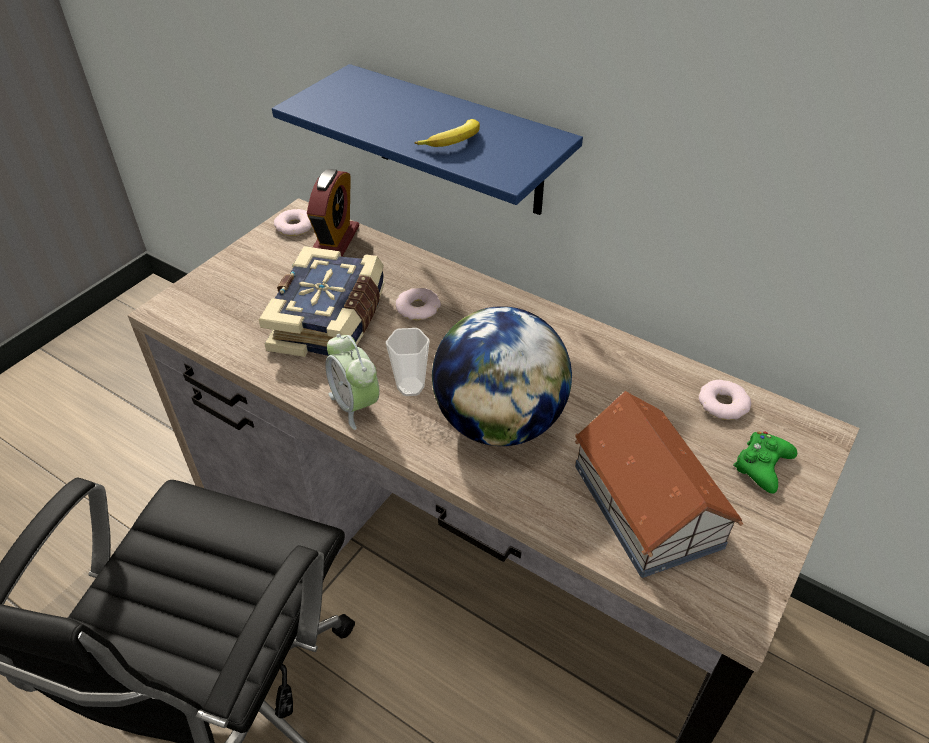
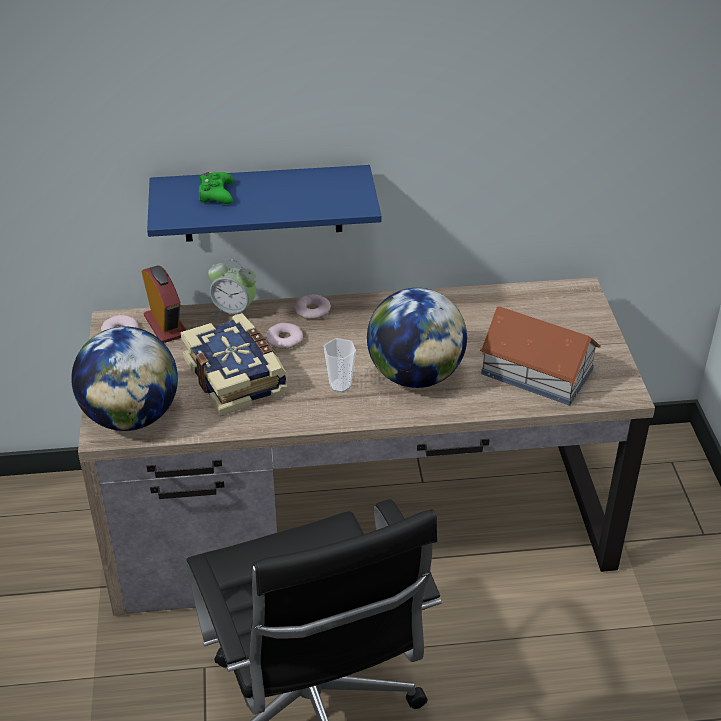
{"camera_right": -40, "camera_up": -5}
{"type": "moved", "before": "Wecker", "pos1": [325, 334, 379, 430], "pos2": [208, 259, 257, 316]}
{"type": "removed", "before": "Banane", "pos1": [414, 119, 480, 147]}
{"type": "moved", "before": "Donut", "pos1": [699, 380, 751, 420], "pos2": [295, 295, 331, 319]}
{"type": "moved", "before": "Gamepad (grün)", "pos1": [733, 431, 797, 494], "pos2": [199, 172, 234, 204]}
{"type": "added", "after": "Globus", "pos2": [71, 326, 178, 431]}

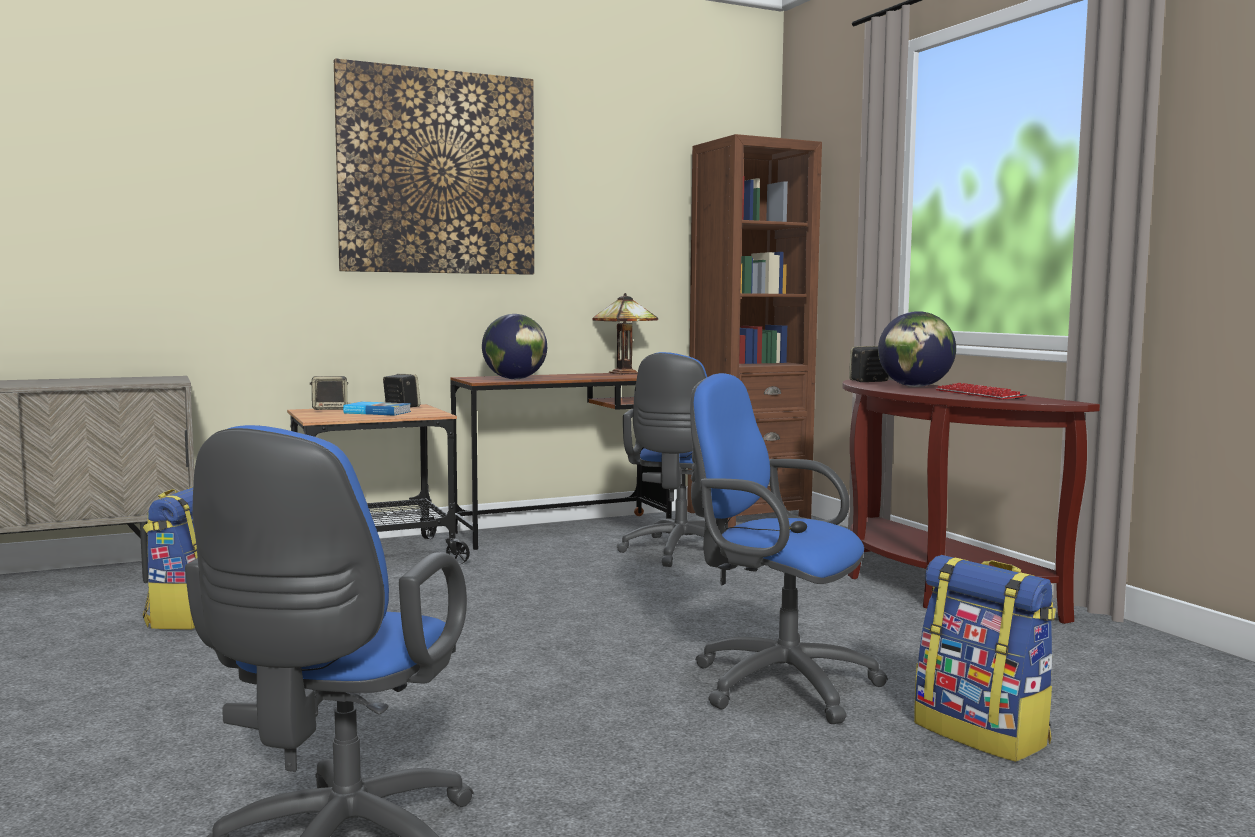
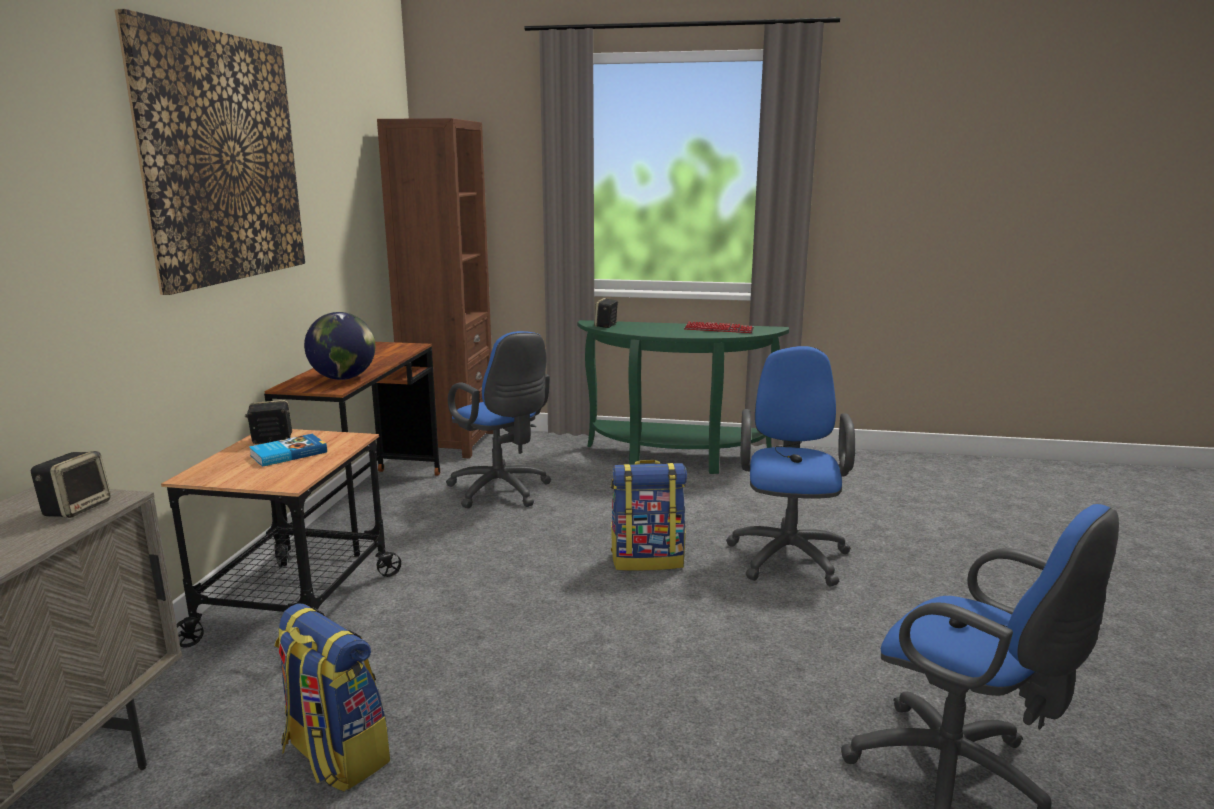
{"camera_right": -55, "camera_up": 10}
{"type": "moved", "before": "Lautsprecher", "pos1": [310, 376, 349, 410], "pos2": [31, 451, 111, 518]}
{"type": "removed", "before": "Tischlampe", "pos1": [592, 293, 658, 374]}
{"type": "turned", "before": "Bürostuhl (blau)", "pos1": [690, 373, 888, 724], "pos2": [726, 346, 855, 586], "turn": 120}
{"type": "recoloured", "before": "Konsolentisch (braun)", "after": "Konsolentisch (grün)", "pos1": [842, 379, 1100, 624], "pos2": [577, 320, 789, 474]}
{"type": "removed", "before": "Globus", "pos1": [878, 311, 956, 387]}
{"type": "moved", "before": "Rucksack", "pos1": [914, 555, 1056, 762], "pos2": [611, 460, 687, 571]}

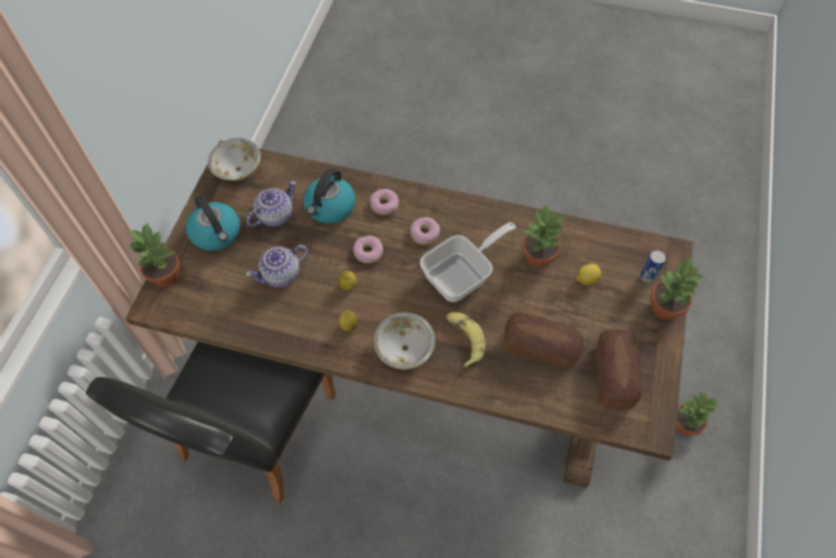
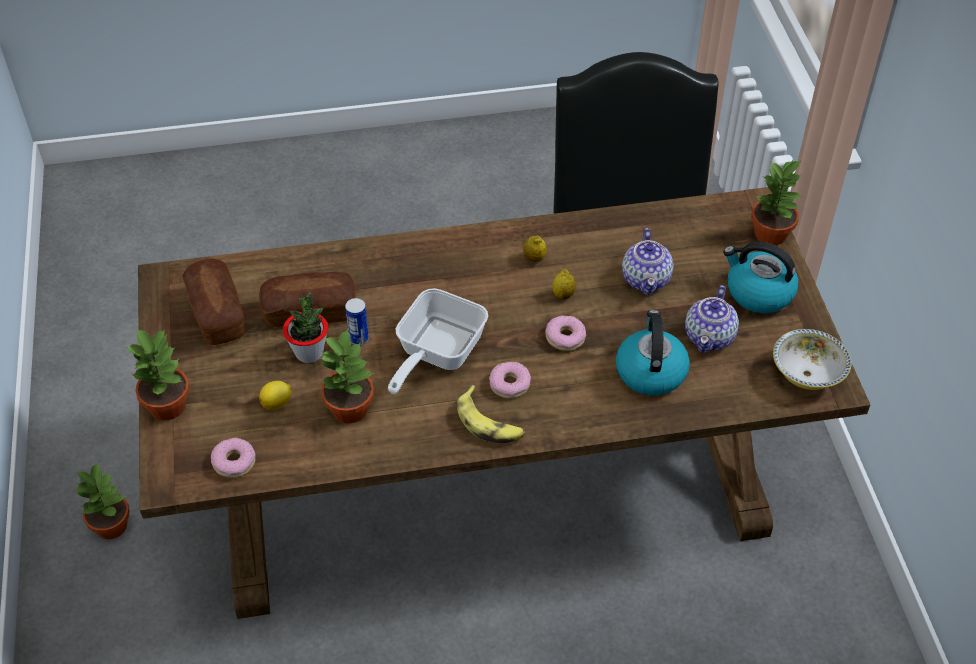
{"camera_right": 155, "camera_up": -10}
{"type": "turned", "before": "Teekanne", "pos1": [246, 245, 308, 288], "pos2": [622, 228, 674, 295], "turn": 150}
{"type": "moved", "before": "Donut", "pos1": [370, 189, 399, 215], "pos2": [211, 438, 256, 478]}
{"type": "removed", "before": "Schüssel", "pos1": [374, 313, 435, 369]}
{"type": "moved", "before": "Banane", "pos1": [446, 312, 485, 368], "pos2": [457, 385, 525, 443]}
{"type": "moved", "before": "Dose", "pos1": [640, 250, 666, 283], "pos2": [345, 298, 369, 346]}
{"type": "added", "after": "Topfpflanze", "pos2": [283, 292, 328, 363]}

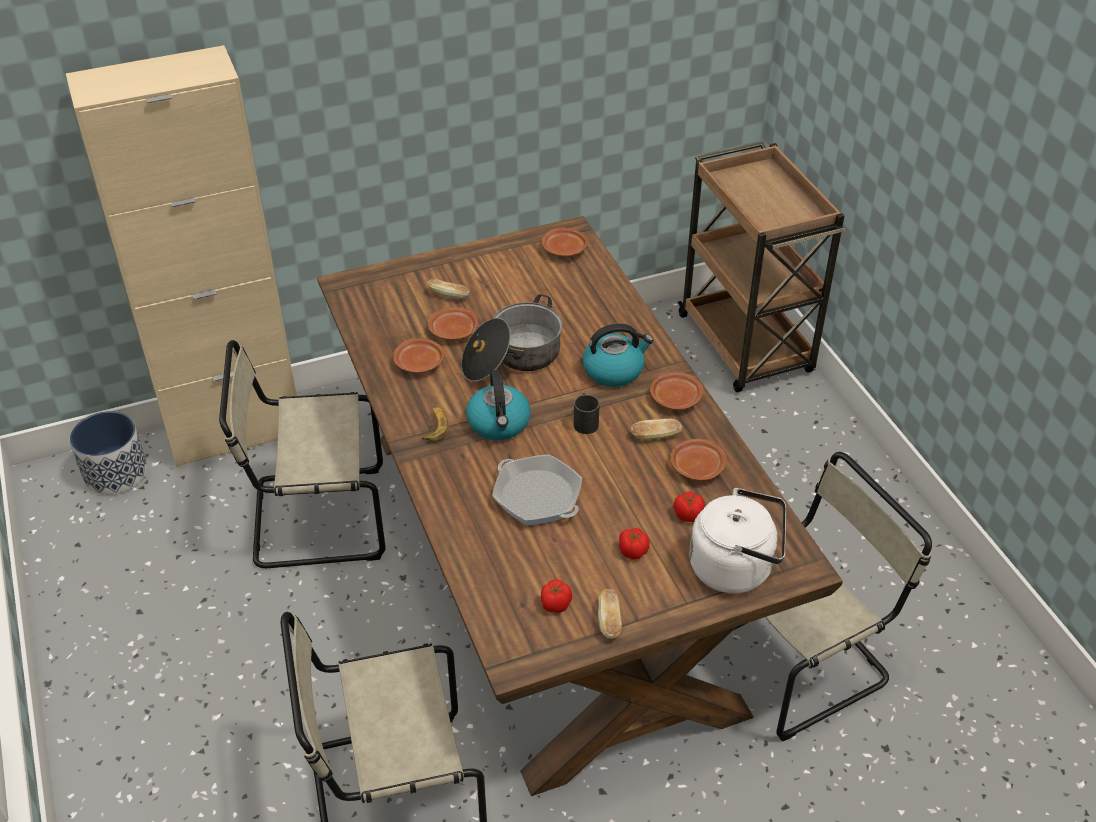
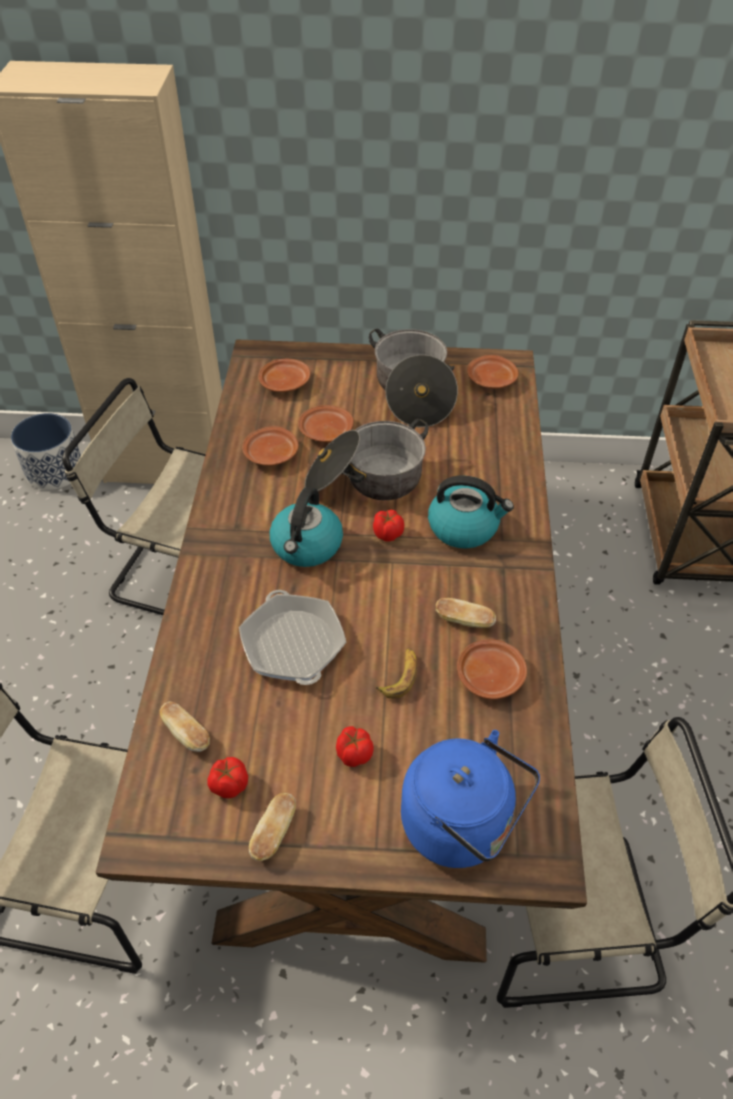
{"camera_right": 25, "camera_up": 5}
{"type": "moved", "before": "Banane", "pos1": [421, 407, 448, 442], "pos2": [376, 648, 417, 699]}
{"type": "moved", "before": "Brot", "pos1": [427, 279, 470, 299], "pos2": [160, 701, 210, 752]}
{"type": "removed", "before": "Henkelbecher (schwarz)", "pos1": [574, 393, 600, 434]}
{"type": "moved", "before": "Teller (braun)", "pos1": [650, 372, 703, 410], "pos2": [259, 359, 310, 392]}
{"type": "moved", "before": "Tomate", "pos1": [673, 491, 705, 522], "pos2": [373, 510, 404, 542]}
{"type": "recoloured", "before": "Wasserkessel (weiß)", "after": "Wasserkessel (blau)", "pos1": [689, 488, 786, 593], "pos2": [401, 730, 540, 868]}
{"type": "added", "after": "Kochtopf", "pos2": [369, 329, 458, 427]}

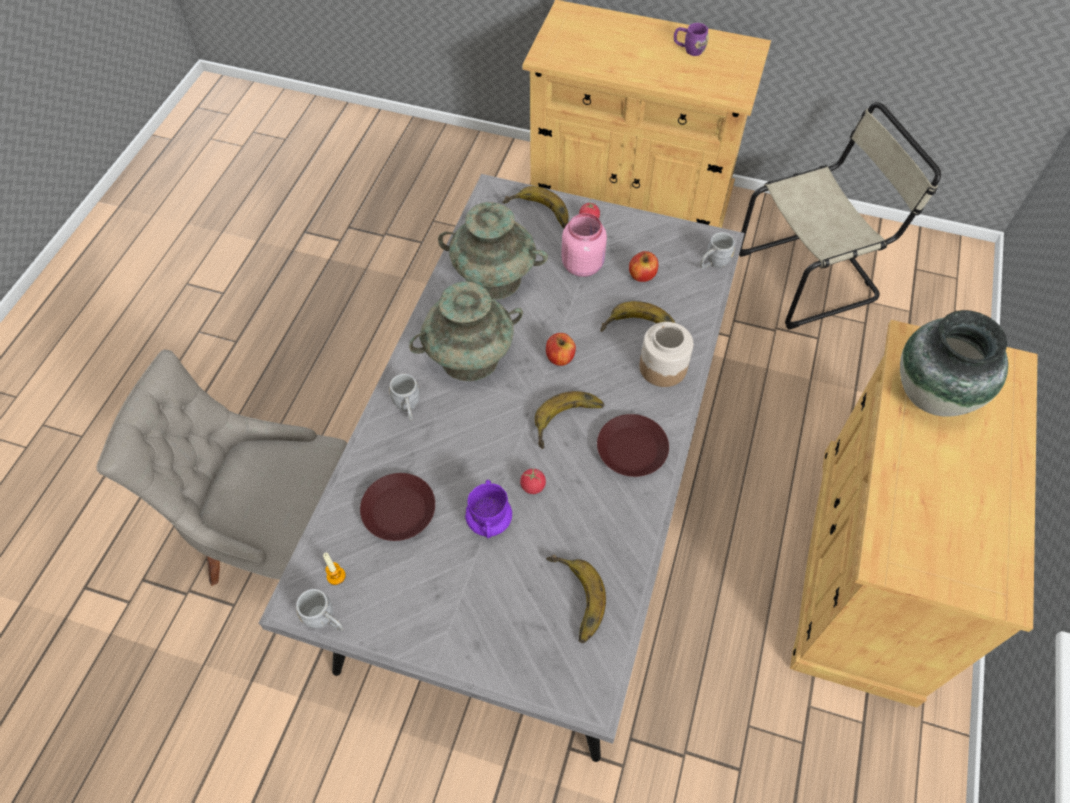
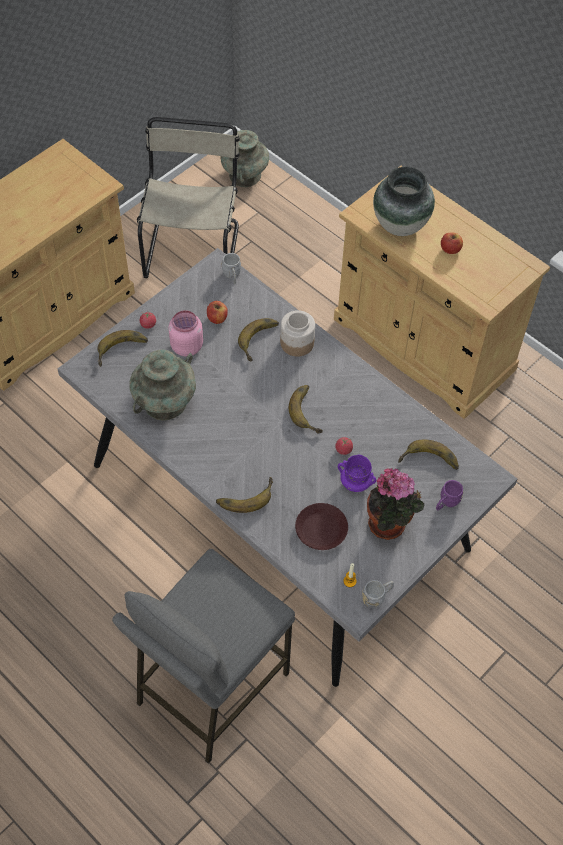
{"camera_right": -65, "camera_up": 0}
{"type": "replaced", "before": "Stuhl (grau)", "after": "Hocker (grau)", "pos1": [96, 349, 347, 586], "pos2": [112, 549, 295, 764]}
{"type": "replaced", "before": "Henkelbecher (grau)", "after": "Banane", "pos1": [390, 374, 420, 421], "pos2": [216, 477, 273, 513]}
{"type": "moved", "before": "Vase (türkis)", "pos1": [409, 281, 523, 381], "pos2": [220, 130, 269, 187]}
{"type": "moved", "before": "Apfel", "pos1": [546, 333, 576, 366], "pos2": [441, 232, 463, 254]}
{"type": "removed", "before": "Teller (braun)", "pos1": [597, 414, 669, 477]}
{"type": "moved", "before": "Henkelbecher (lila)", "pos1": [674, 23, 709, 56], "pos2": [436, 480, 463, 510]}
{"type": "added", "after": "Topfpflanze", "pos2": [367, 468, 425, 540]}

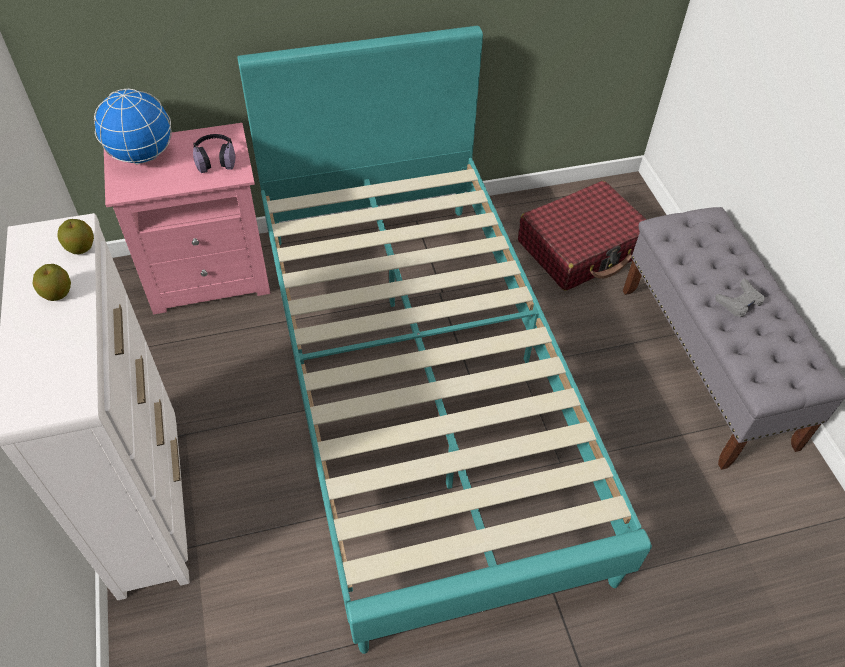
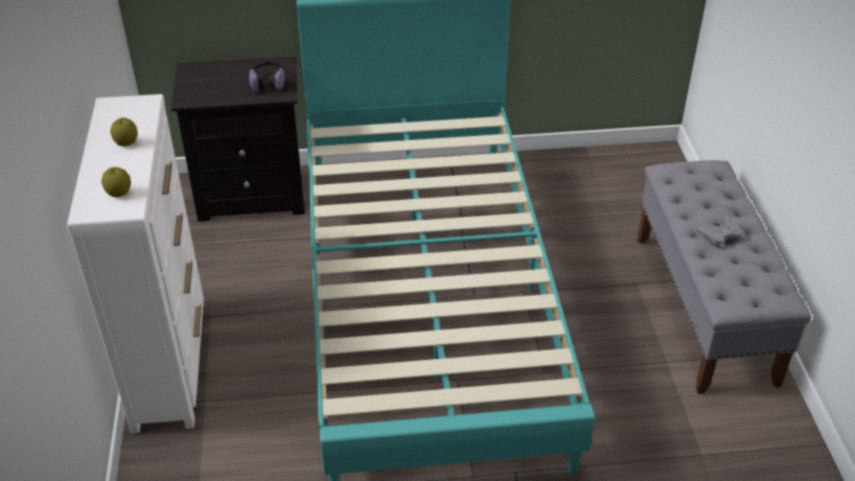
{"camera_right": 10, "camera_up": -10}
{"type": "moved", "before": "Apfel", "pos1": [57, 219, 94, 254], "pos2": [101, 167, 131, 197]}
{"type": "removed", "before": "Globus", "pos1": [94, 88, 172, 165]}
{"type": "recoloured", "before": "Nachttisch (rosa)", "after": "Nachttisch (schwarz)", "pos1": [104, 123, 271, 315], "pos2": [171, 56, 305, 221]}
{"type": "removed", "before": "Koffer (rot)", "pos1": [518, 181, 647, 291]}

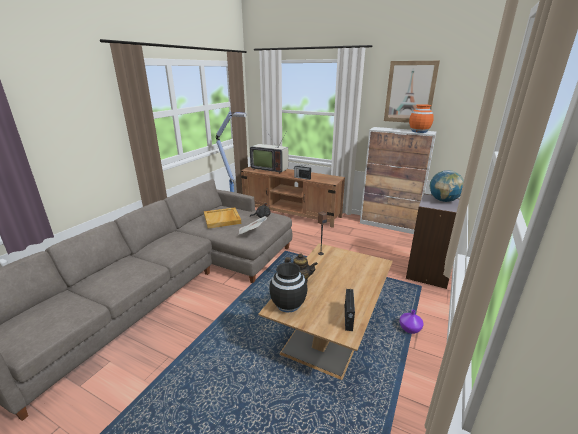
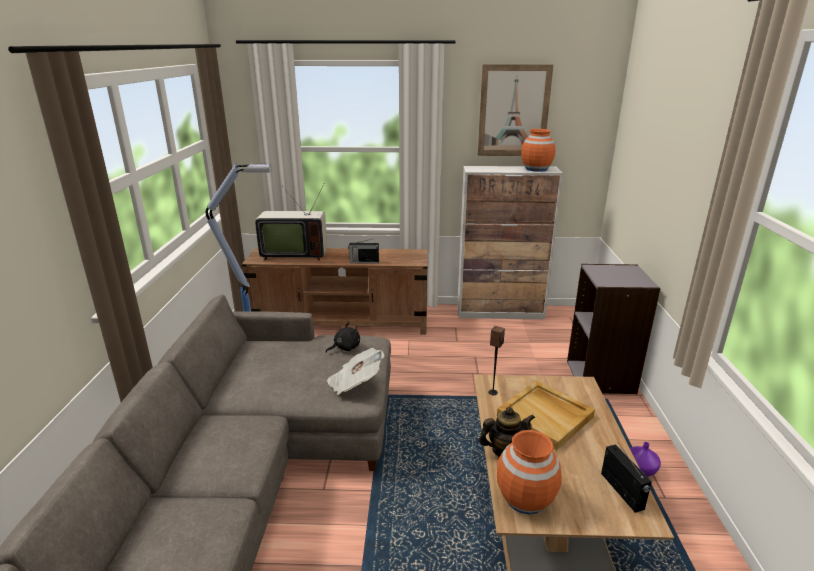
{"camera_right": -25, "camera_up": 0}
{"type": "moved", "before": "Tablett (beige)", "pos1": [204, 207, 241, 229], "pos2": [497, 381, 595, 450]}
{"type": "recoloured", "before": "Vase (schwarz)", "after": "Vase (orange)", "pos1": [269, 262, 307, 313], "pos2": [497, 430, 562, 515]}
{"type": "removed", "before": "Globus", "pos1": [430, 170, 464, 202]}

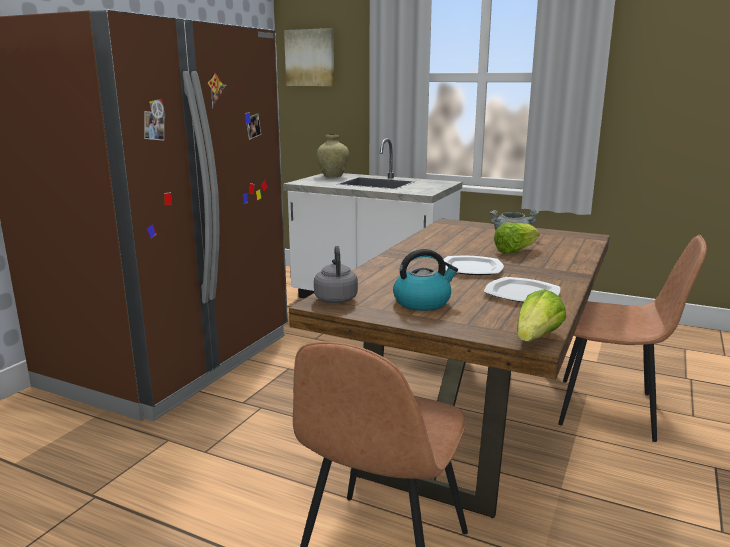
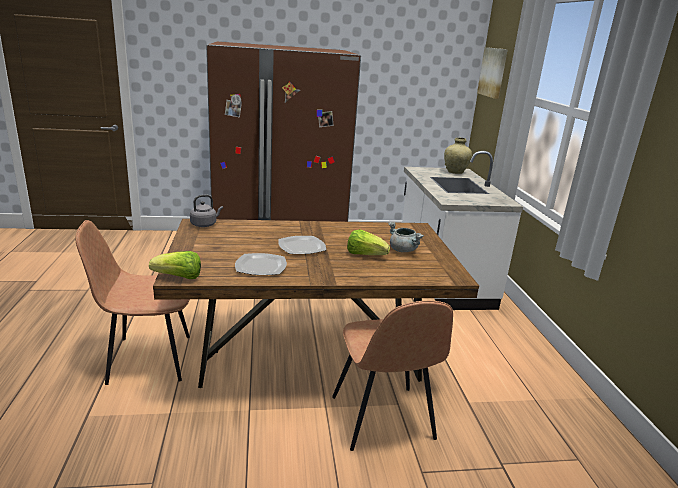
{"camera_right": 55, "camera_up": 5}
{"type": "removed", "before": "Wasserkessel", "pos1": [393, 249, 458, 311]}

